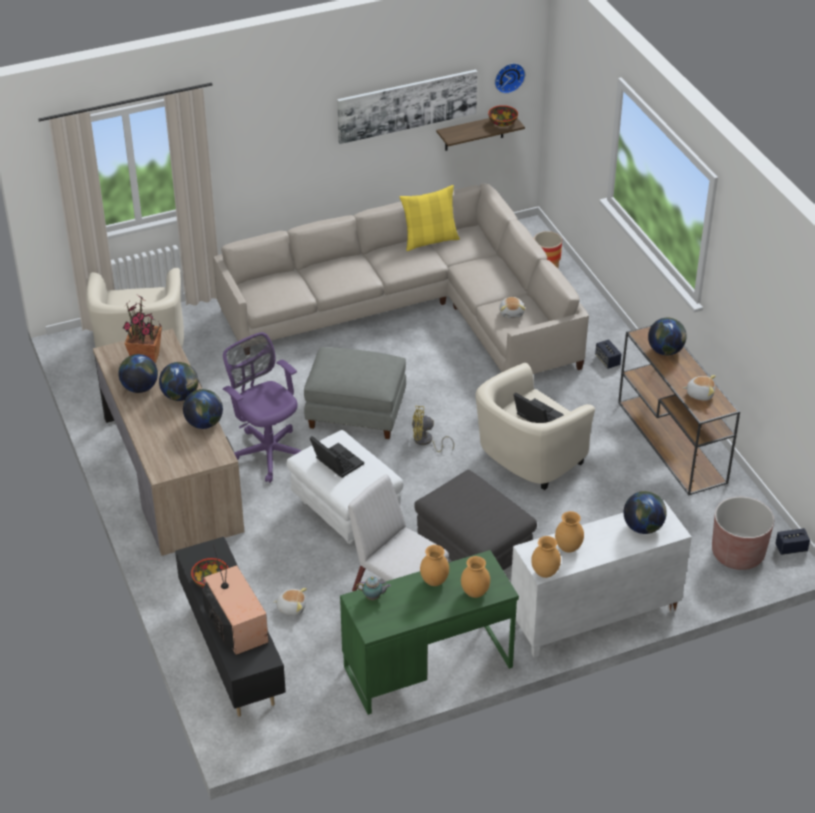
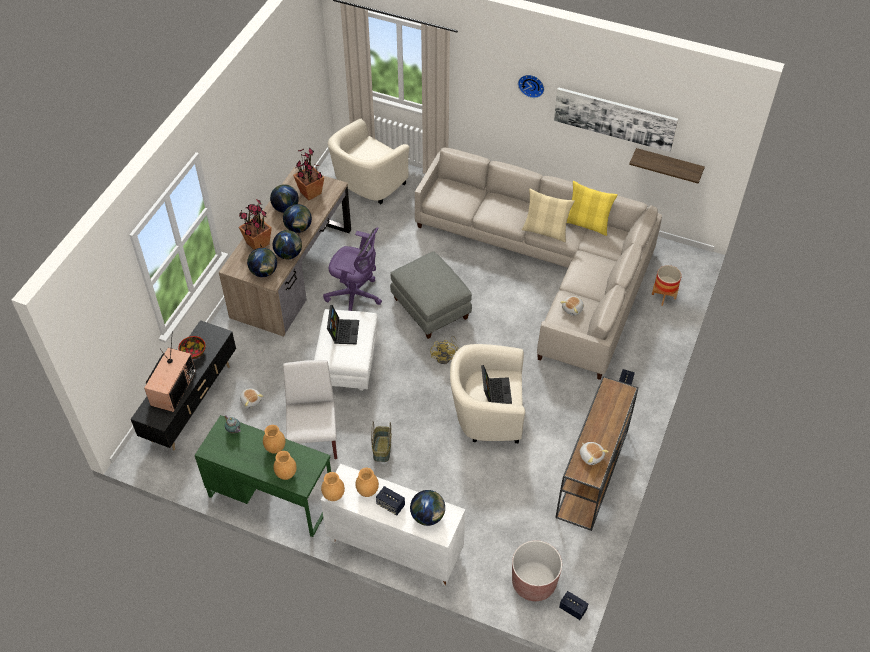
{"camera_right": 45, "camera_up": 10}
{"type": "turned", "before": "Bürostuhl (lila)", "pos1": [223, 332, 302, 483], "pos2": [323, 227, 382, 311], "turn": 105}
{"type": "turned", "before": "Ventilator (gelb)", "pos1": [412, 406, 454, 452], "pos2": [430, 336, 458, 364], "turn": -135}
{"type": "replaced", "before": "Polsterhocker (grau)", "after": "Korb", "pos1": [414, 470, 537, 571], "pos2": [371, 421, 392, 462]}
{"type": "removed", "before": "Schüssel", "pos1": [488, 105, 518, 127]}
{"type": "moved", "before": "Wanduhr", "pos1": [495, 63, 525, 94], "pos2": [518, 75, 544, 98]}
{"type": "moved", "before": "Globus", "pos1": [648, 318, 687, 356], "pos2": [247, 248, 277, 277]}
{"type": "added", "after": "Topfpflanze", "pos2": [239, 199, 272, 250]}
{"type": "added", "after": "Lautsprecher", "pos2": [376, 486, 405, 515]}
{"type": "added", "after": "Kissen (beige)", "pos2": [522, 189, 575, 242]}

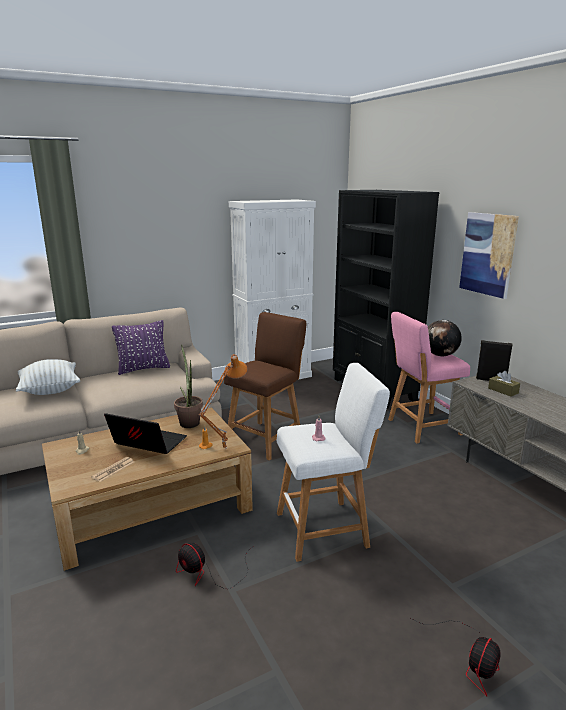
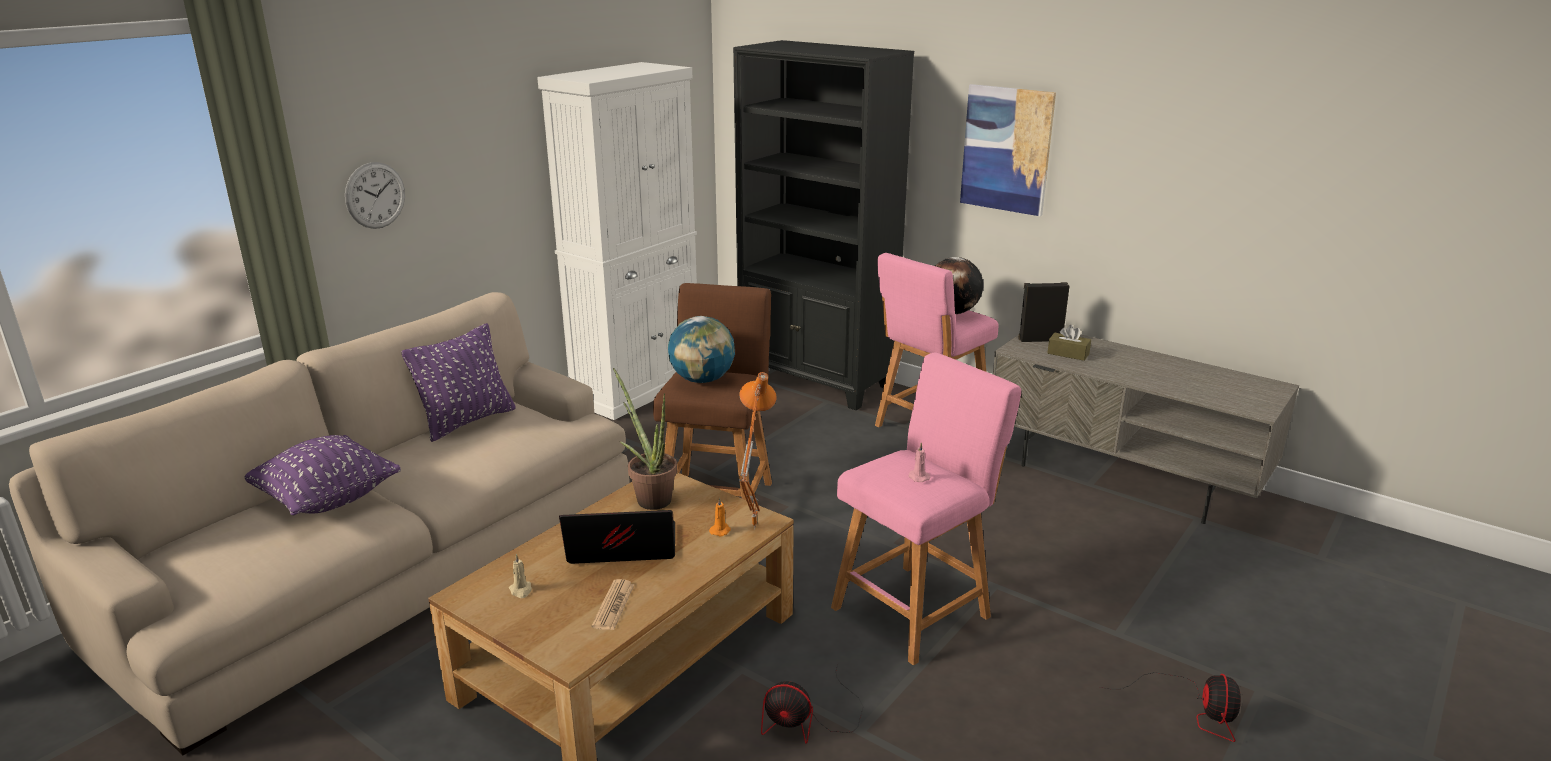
{"camera_right": -25, "camera_up": 5}
{"type": "recoloured", "before": "Kissen (weiß)", "after": "Kissen (lila)", "pos1": [16, 359, 80, 395], "pos2": [245, 435, 401, 515]}
{"type": "recoloured", "before": "Hocker (weiß)", "after": "Hocker (rosa)", "pos1": [277, 363, 390, 562], "pos2": [831, 352, 1021, 665]}
{"type": "added", "after": "Wanduhr", "pos2": [345, 162, 405, 229]}
{"type": "added", "after": "Globus", "pos2": [668, 316, 735, 383]}

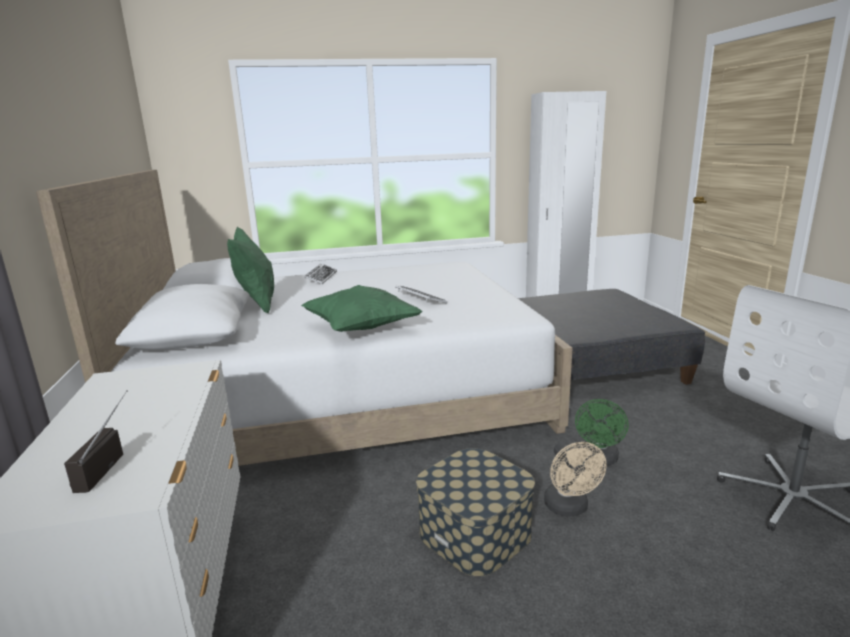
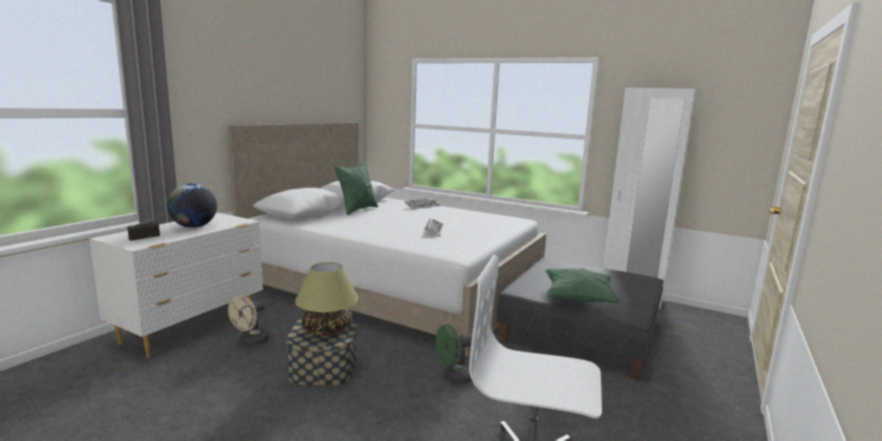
{"camera_right": 40, "camera_up": -5}
{"type": "moved", "before": "Kissen (grün)", "pos1": [301, 285, 423, 332], "pos2": [545, 268, 621, 303]}
{"type": "moved", "before": "Ventilator (beige)", "pos1": [544, 441, 607, 517], "pos2": [228, 296, 269, 346]}
{"type": "added", "after": "Globus", "pos2": [167, 183, 217, 228]}
{"type": "added", "after": "Tischlampe", "pos2": [295, 262, 358, 336]}

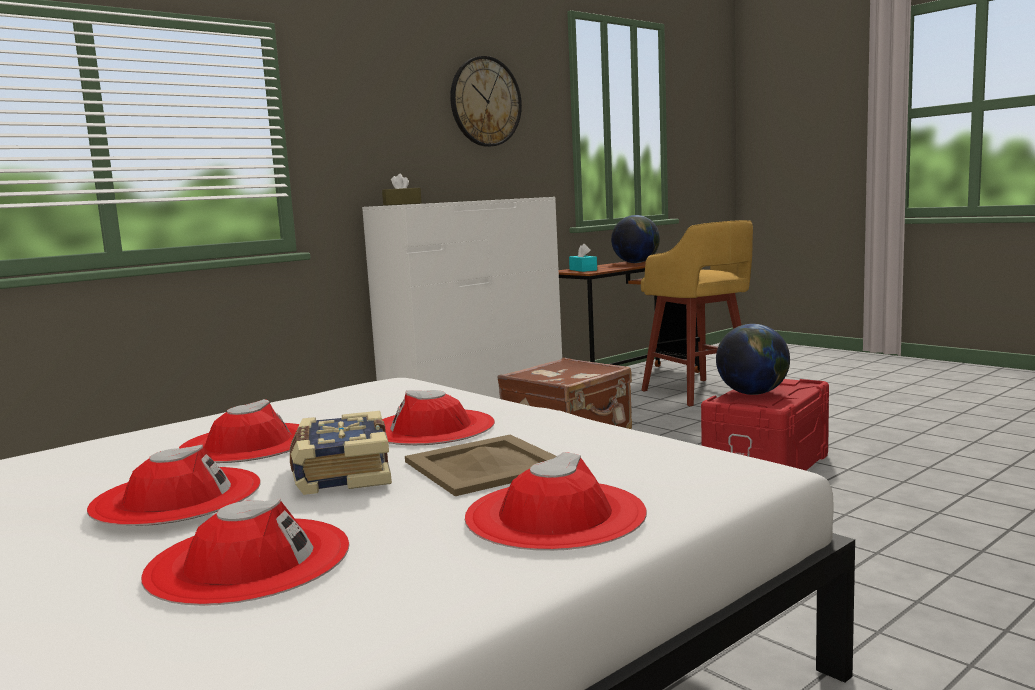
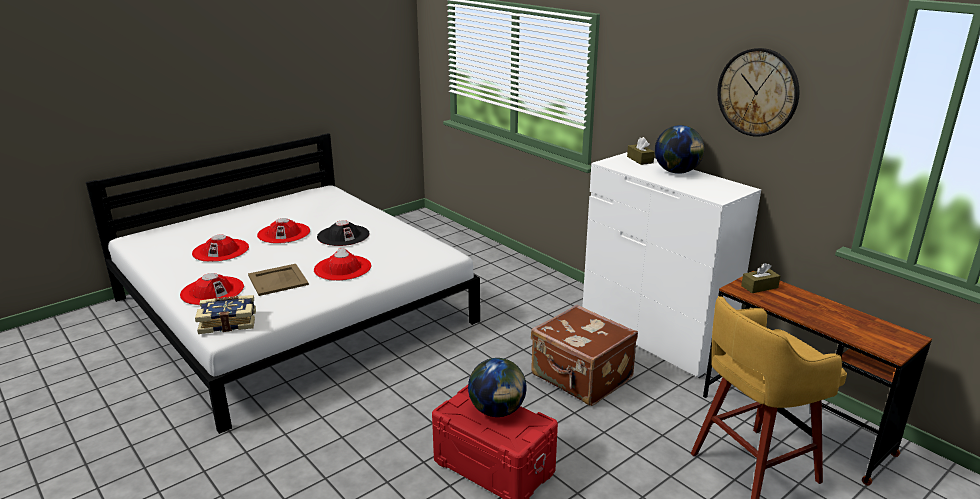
{"camera_right": 90, "camera_up": 15}
{"type": "recoloured", "before": "Hut (rot)", "after": "Hut (schwarz)", "pos1": [179, 399, 300, 463], "pos2": [317, 220, 370, 246]}
{"type": "moved", "before": "Buch", "pos1": [290, 411, 392, 495], "pos2": [195, 295, 256, 334]}
{"type": "recoloured", "before": "Taschentuchbox (türkis)", "after": "Taschentuchbox (braun)", "pos1": [569, 243, 597, 272], "pos2": [741, 263, 780, 293]}
{"type": "moved", "before": "Globus", "pos1": [611, 215, 660, 263], "pos2": [655, 125, 704, 174]}

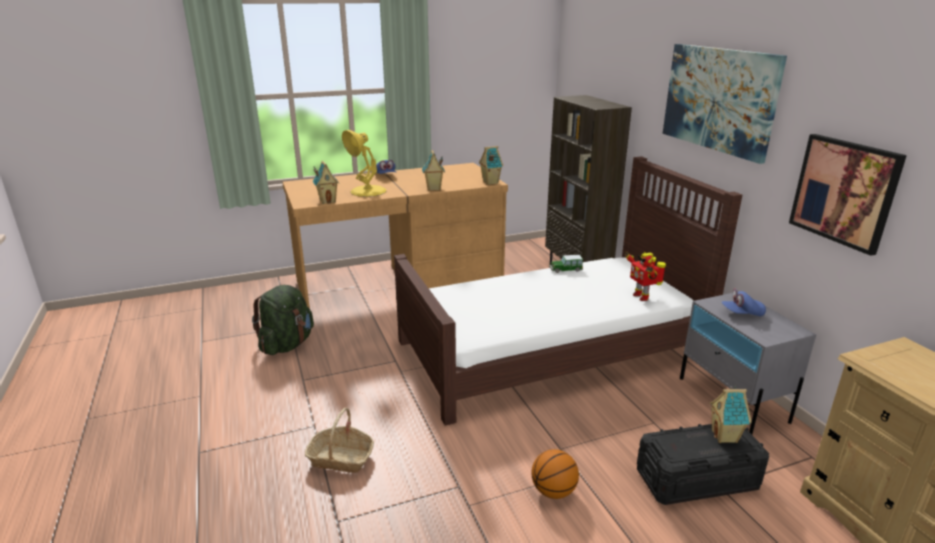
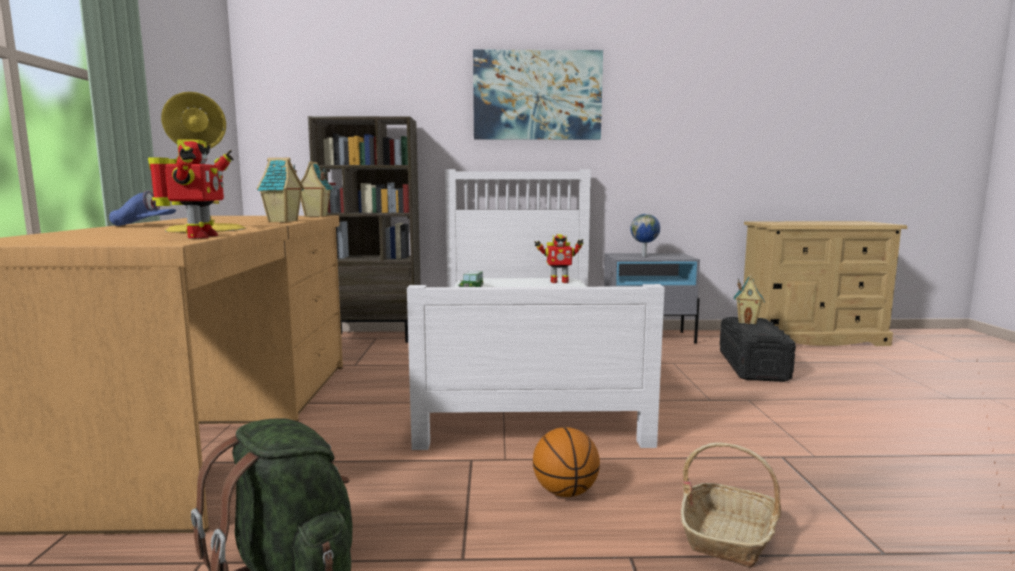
{"camera_right": -70, "camera_up": -15}
{"type": "replaced", "before": "Spielzeughaus", "after": "Spielzeugroboter", "pos1": [312, 161, 339, 204], "pos2": [148, 139, 234, 239]}
{"type": "recoloured", "before": "Bett (braun)", "after": "Bett (weiß)", "pos1": [394, 156, 742, 426], "pos2": [407, 169, 665, 450]}
{"type": "moved", "before": "Basketball", "pos1": [532, 449, 579, 499], "pos2": [533, 427, 600, 497]}
{"type": "replaced", "before": "Kappe (blau)", "after": "Globus", "pos1": [722, 289, 766, 316], "pos2": [630, 214, 660, 257]}
{"type": "removed", "before": "Bild", "pos1": [789, 134, 907, 256]}

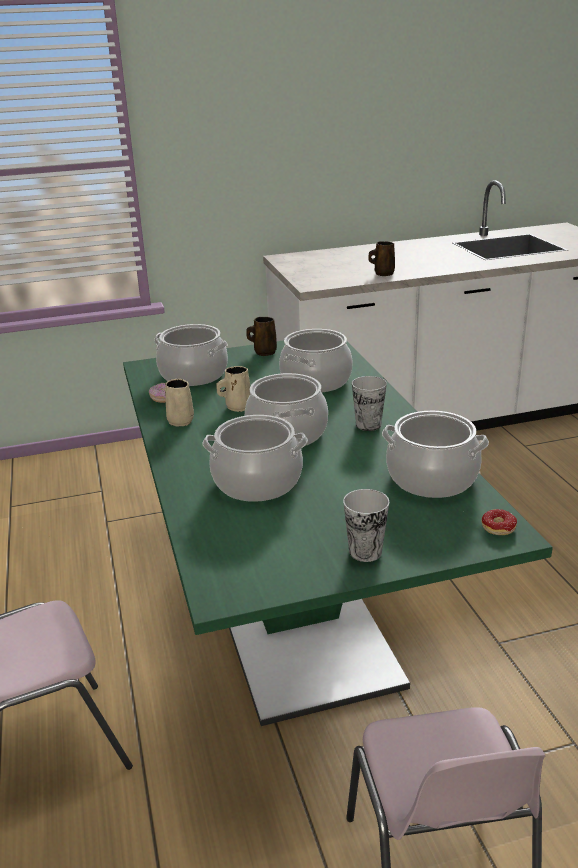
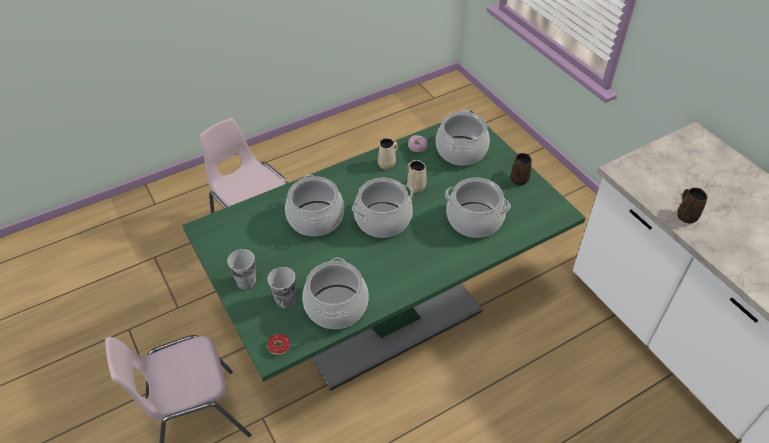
{"camera_right": 75, "camera_up": 20}
{"type": "moved", "before": "Tasse", "pos1": [352, 376, 387, 431], "pos2": [267, 267, 296, 308]}

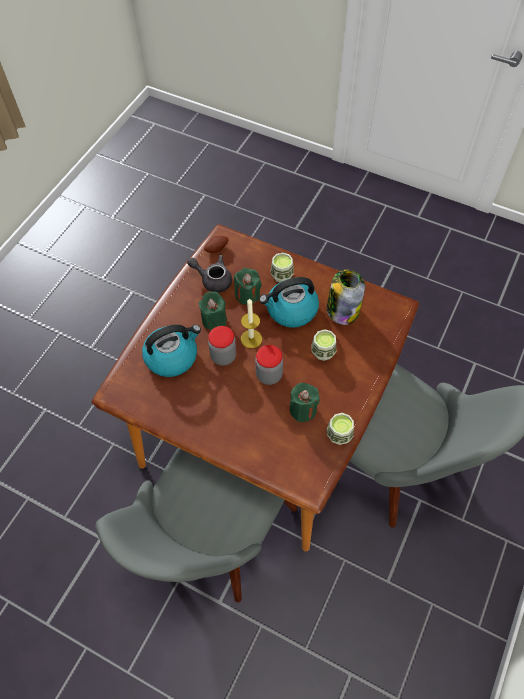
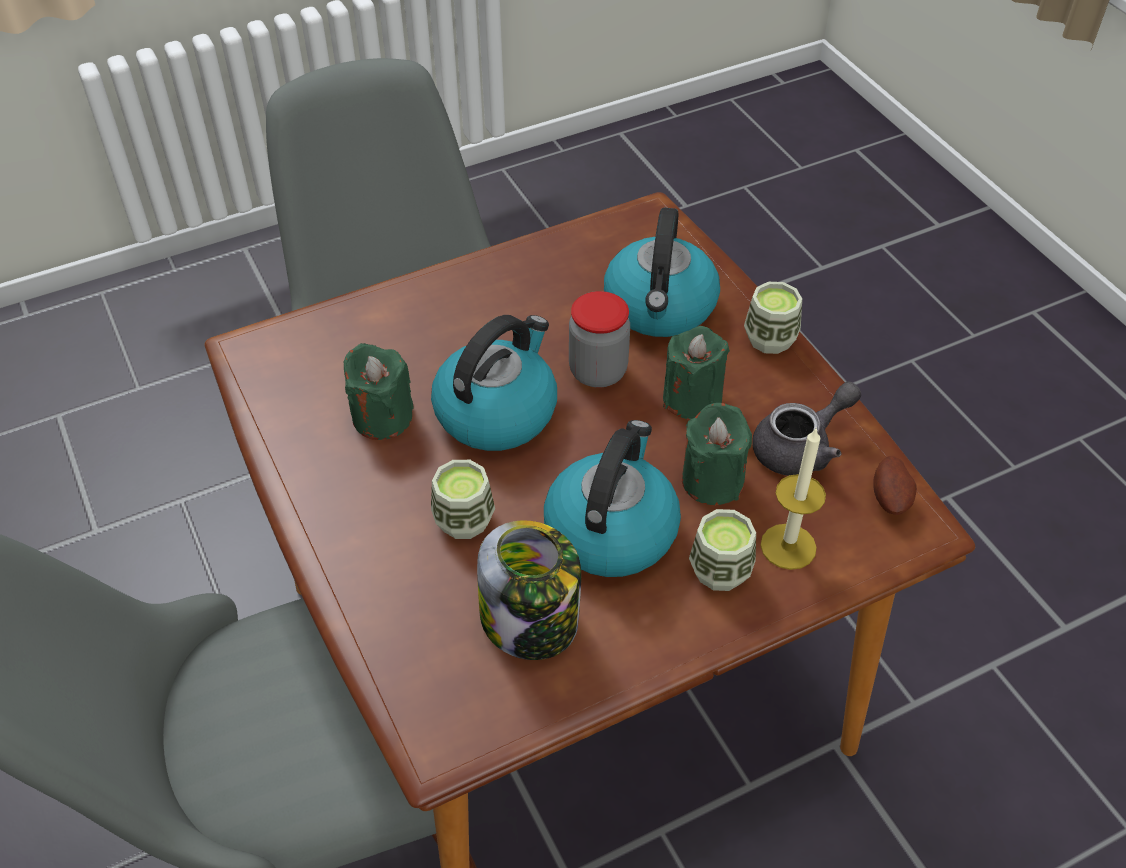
{"camera_right": 125, "camera_up": -10}
{"type": "moved", "before": "Kerze", "pos1": [241, 298, 262, 348], "pos2": [760, 429, 826, 570]}
{"type": "replaced", "before": "Vorratsglas", "after": "Wasserkessel", "pos1": [255, 345, 283, 385], "pos2": [431, 315, 557, 451]}
{"type": "moved", "before": "Tasse", "pos1": [327, 413, 354, 445], "pos2": [744, 282, 802, 354]}

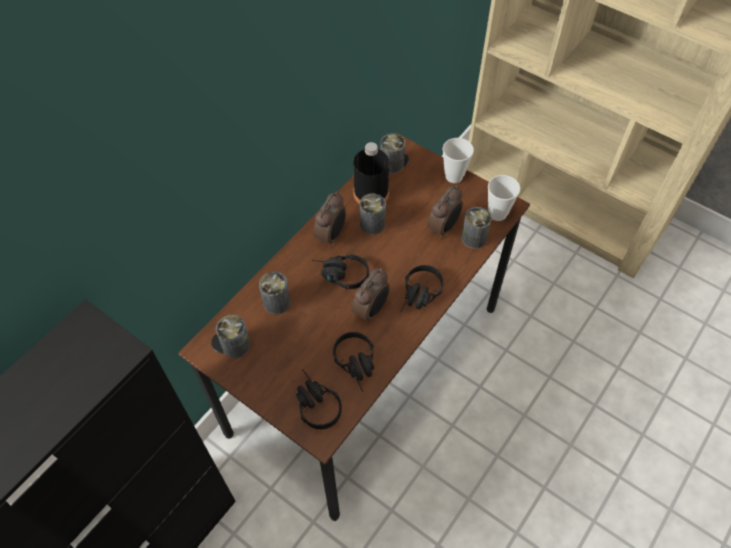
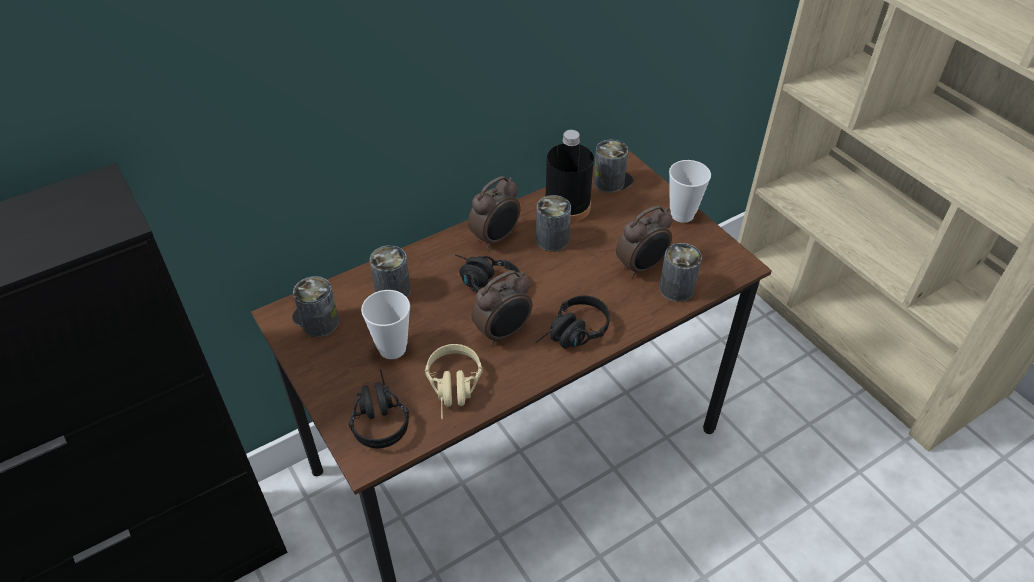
{"camera_right": 20, "camera_up": -10}
{"type": "recoloured", "before": "Kopfhörer (schwarz)", "after": "Kopfhörer (beige)", "pos1": [333, 332, 374, 392], "pos2": [425, 344, 482, 419]}
{"type": "moved", "before": "Tasse", "pos1": [488, 175, 520, 221], "pos2": [361, 290, 410, 359]}

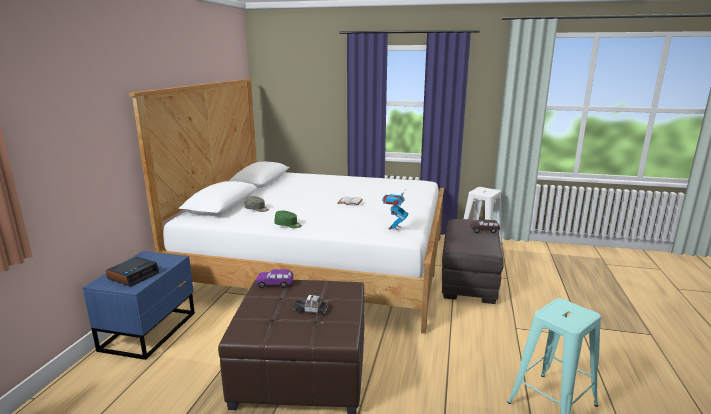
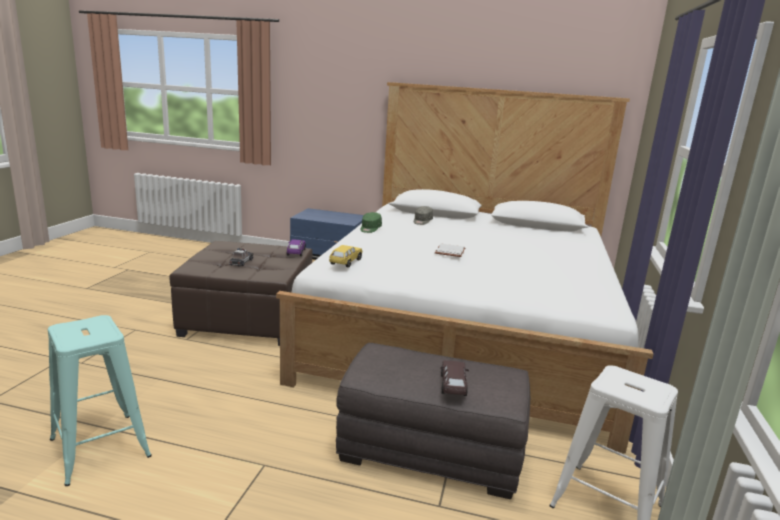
{"camera_right": 90, "camera_up": 0}
{"type": "removed", "before": "Wecker", "pos1": [106, 257, 159, 287]}
{"type": "replaced", "before": "Spielzeugroboter", "after": "Spielzeugauto (gelb)", "pos1": [382, 189, 408, 230], "pos2": [329, 245, 362, 268]}

